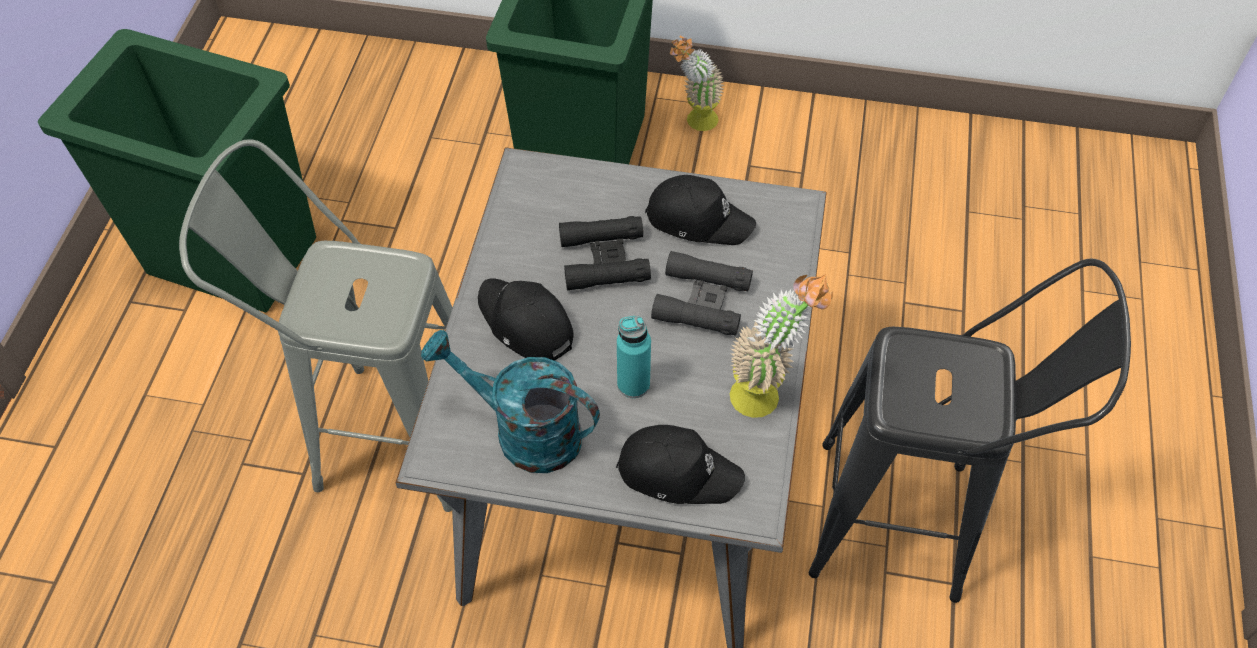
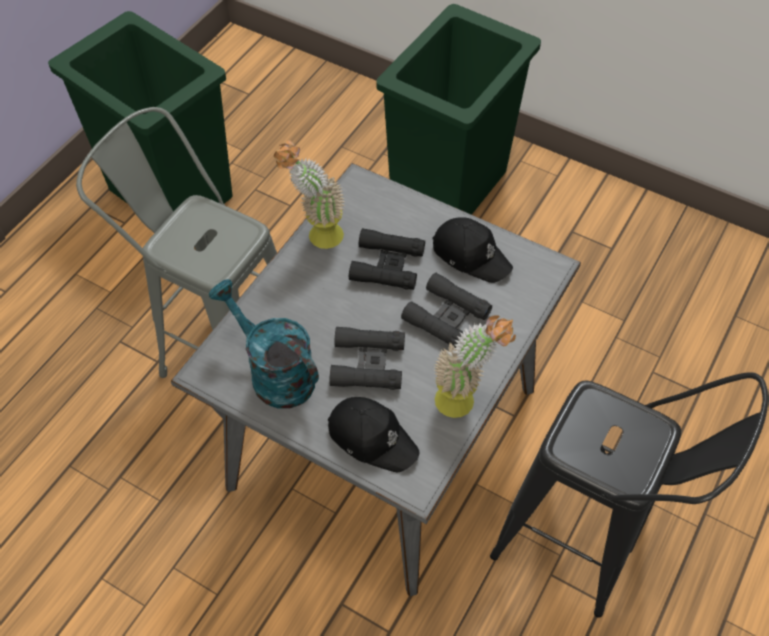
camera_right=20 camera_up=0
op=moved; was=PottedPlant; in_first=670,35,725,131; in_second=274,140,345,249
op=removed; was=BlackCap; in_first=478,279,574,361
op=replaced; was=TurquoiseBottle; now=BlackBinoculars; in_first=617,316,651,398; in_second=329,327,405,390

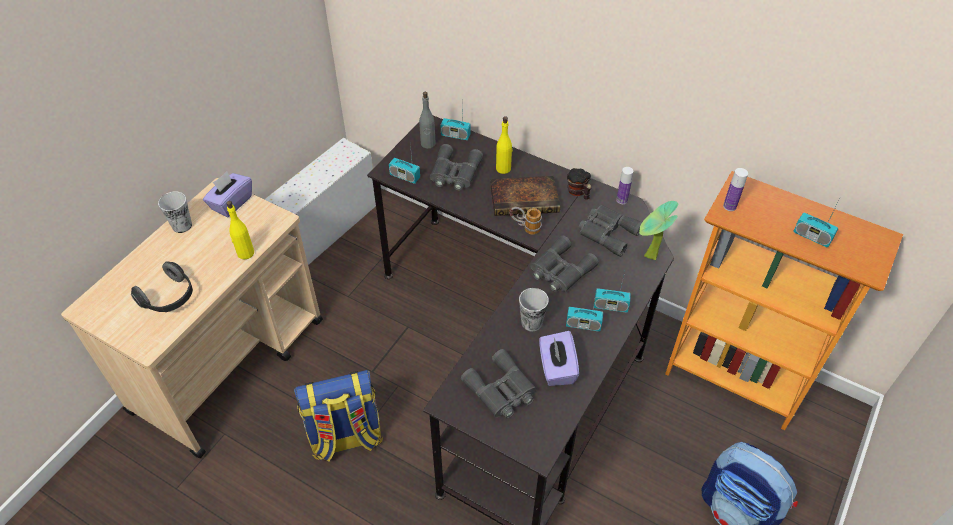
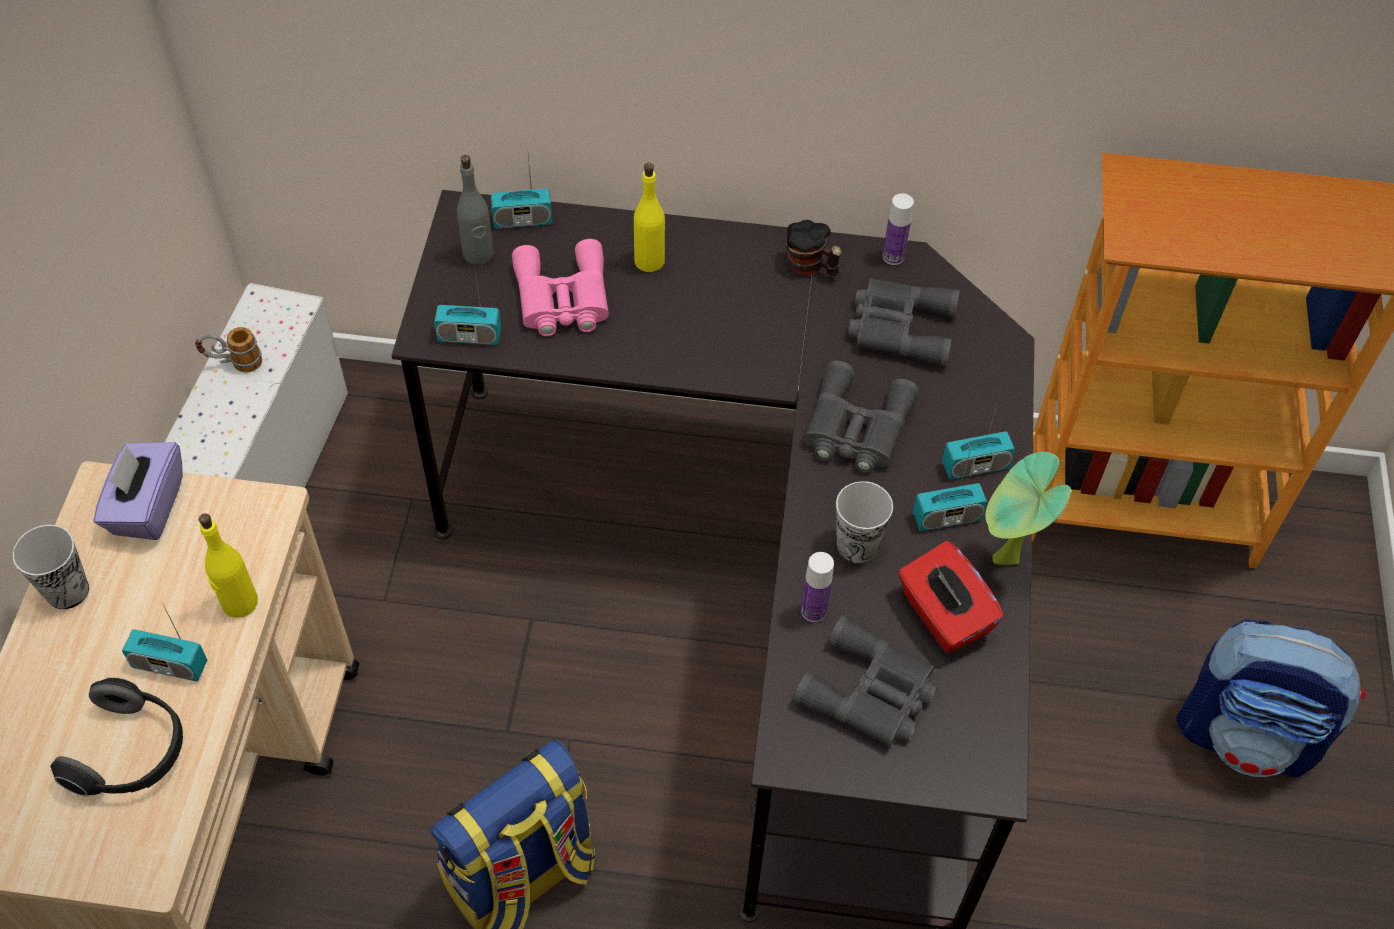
camera_right=-25 camera_up=5
op=recoloured; was=GreyBinoculars; now=PinkBinoculars; in_first=430,144,483,190; in_second=512,239,609,336
op=moved; was=Bottle; in_first=723,168,748,211; in_second=801,552,834,622
op=removed; was=Book; in_first=490,176,560,216
op=moved; was=PottedPlant; in_first=639,201,678,260; in_second=985,452,1071,565
op=moved; was=Radio; in_first=793,201,839,247; in_second=122,605,207,681
op=moved; was=Mug; in_first=509,207,542,235; in_second=195,327,262,373
op=recoloured; was=PurpleTissueBox; now=RedTissueBox; in_first=539,331,579,386; in_second=898,541,1004,653

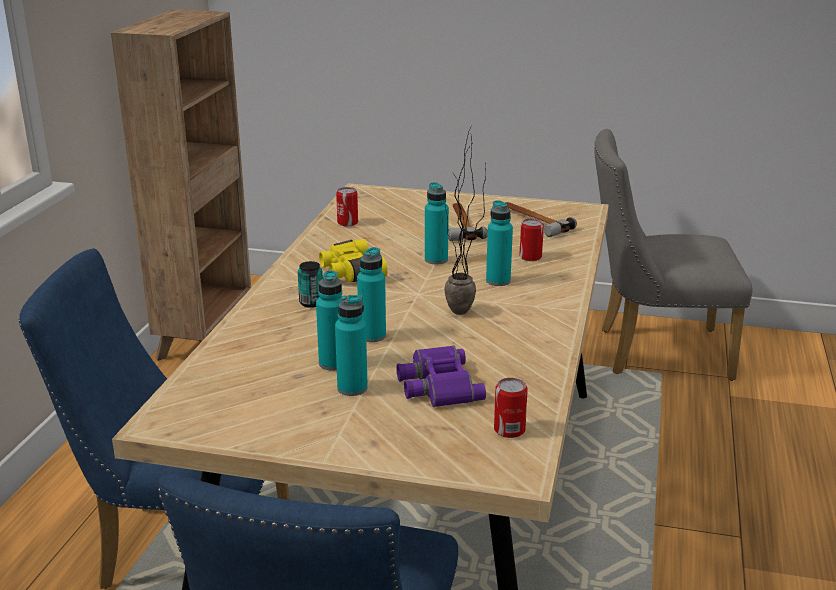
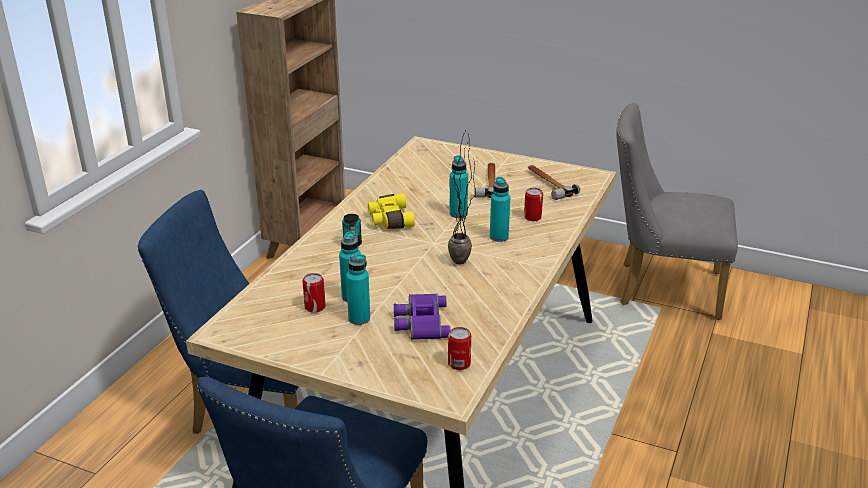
camera_right=10 camera_up=5
op=moved; was=Can; in_first=336,187,358,227; in_second=302,273,326,313
op=removed; was=TurquoiseBottle; in_first=357,247,386,342

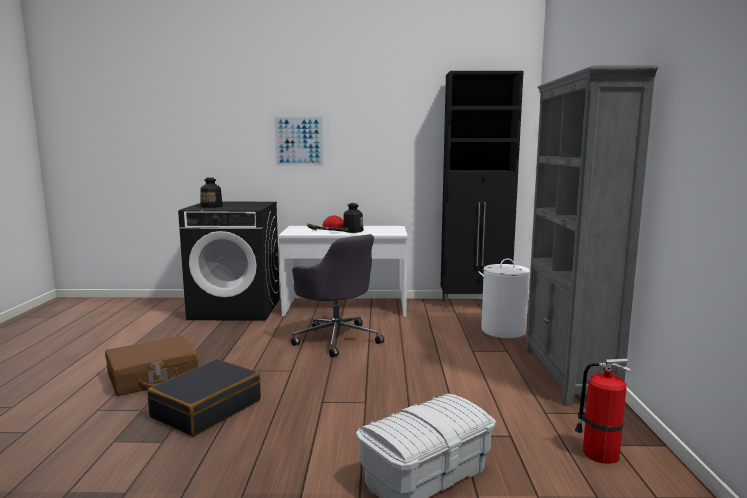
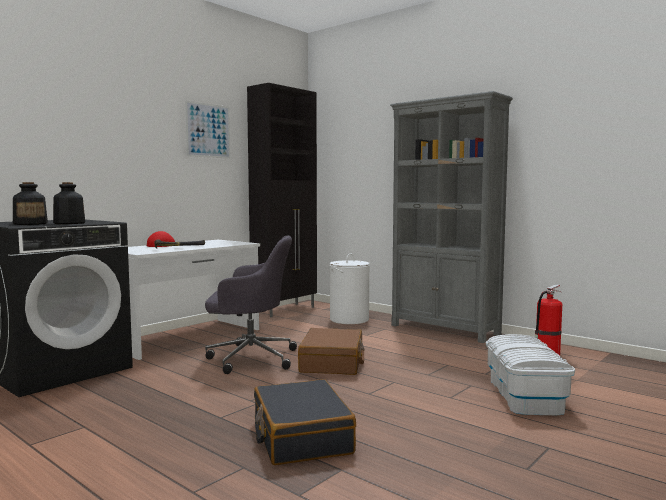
camera_right=-50 camera_up=-5
op=moved; was=Picture; in_first=274,116,324,166; in_second=185,101,230,159
op=moved; was=Bottle; in_first=343,203,364,233; in_second=53,182,85,224
op=moved; was=BrownSuitcase; in_first=105,336,198,396; in_second=298,328,364,375

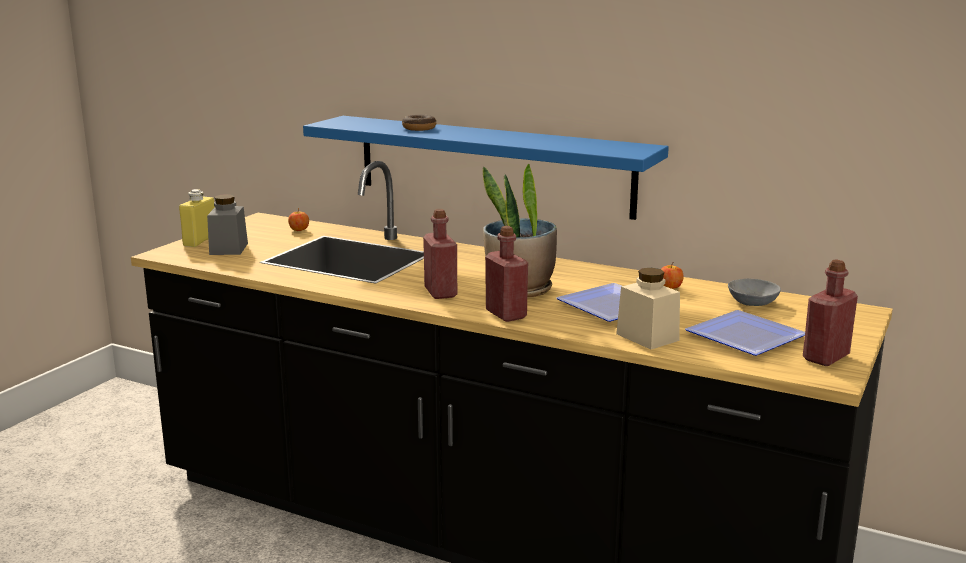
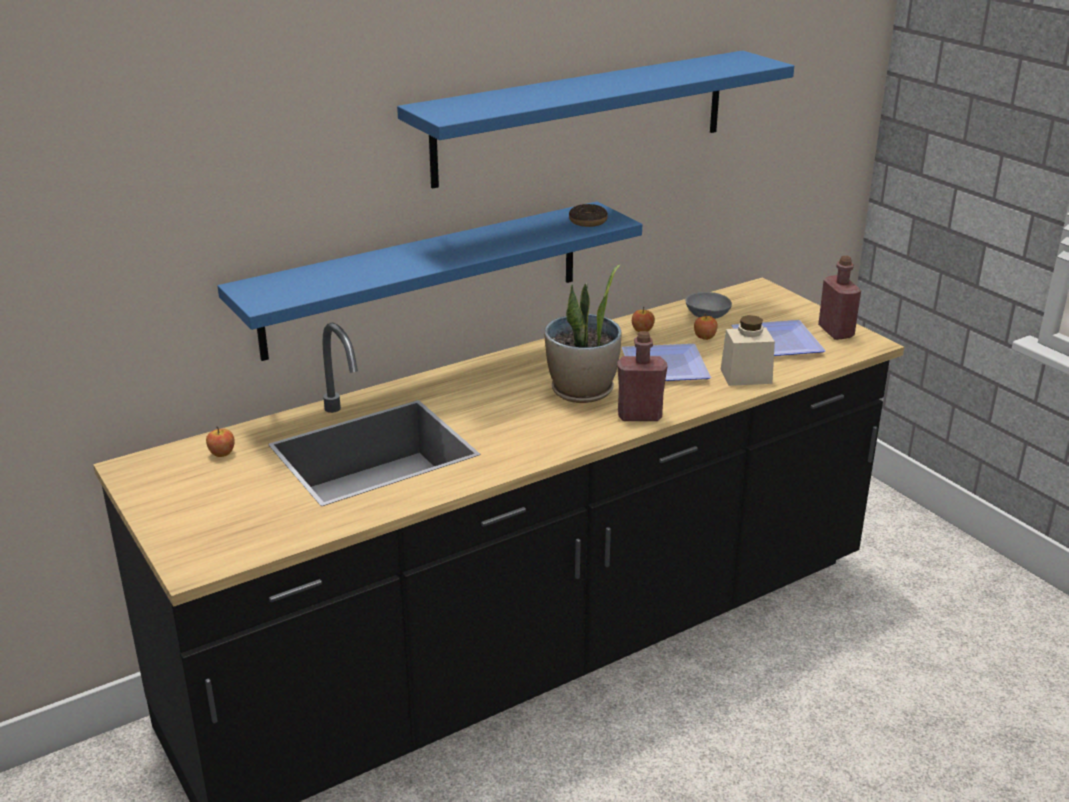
camera_right=-60 camera_up=10
op=moved; was=Donut; in_first=402,115,436,131; in_second=569,204,608,227
op=removed; was=YellowBottle; in_first=179,189,215,247
op=removed; was=GreyJar; in_first=207,194,248,255
op=removed; was=RedBottle; in_first=423,209,457,299
op=added; now=BlueShelf; in_second=397,51,794,189
op=added; now=Apple; in_second=694,314,718,340

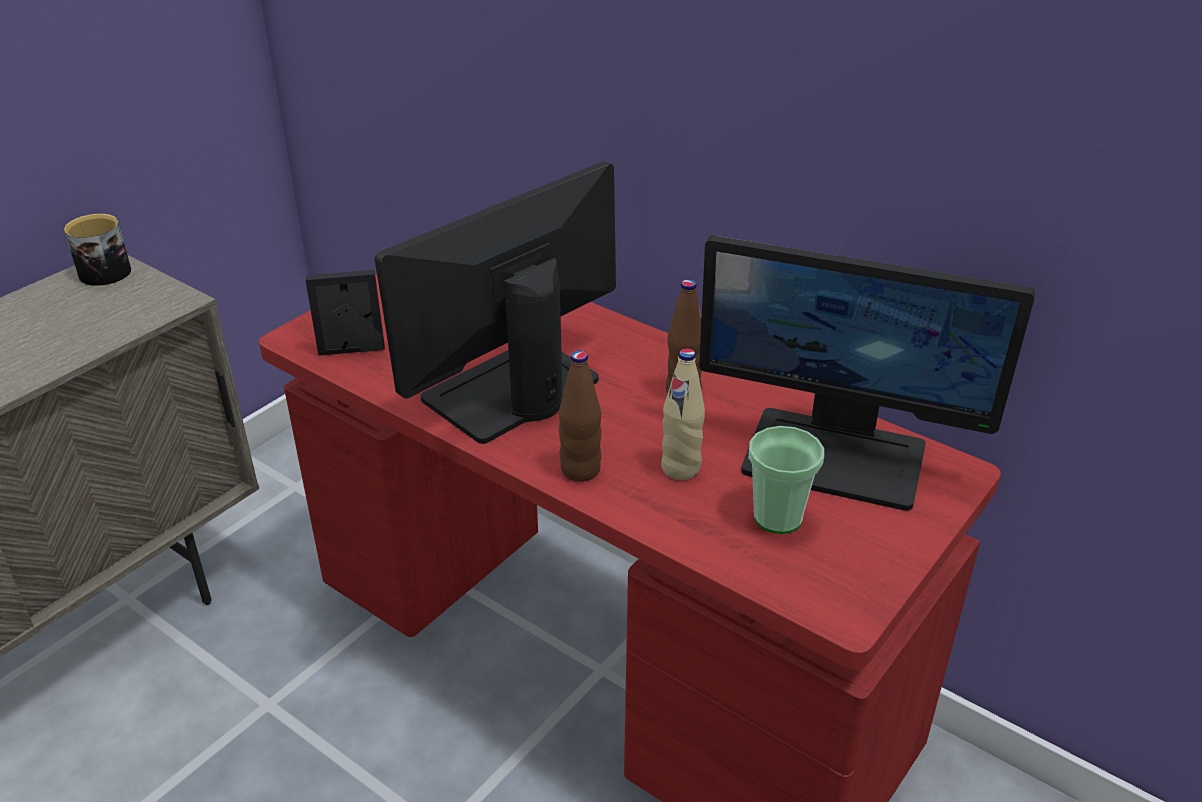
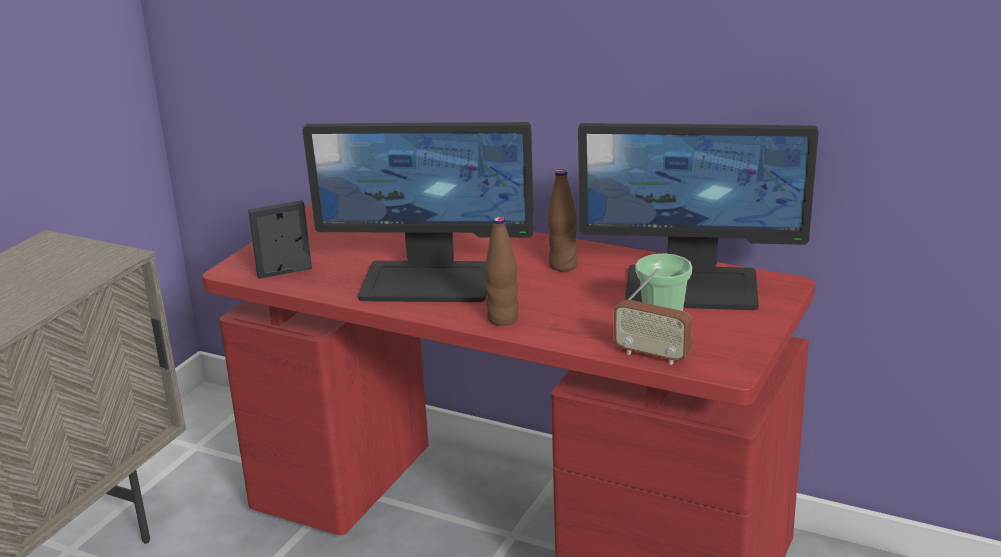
camera_right=-10 camera_up=-10
op=turned; was=Monitor; in_first=375,161,616,444; in_second=303,122,534,302; clockwise=-120
op=removed; was=Mug; in_first=64,214,131,286
op=removed; was=BeigeBottle; in_first=661,349,705,480
op=added; now=Radio; in_second=614,268,692,365

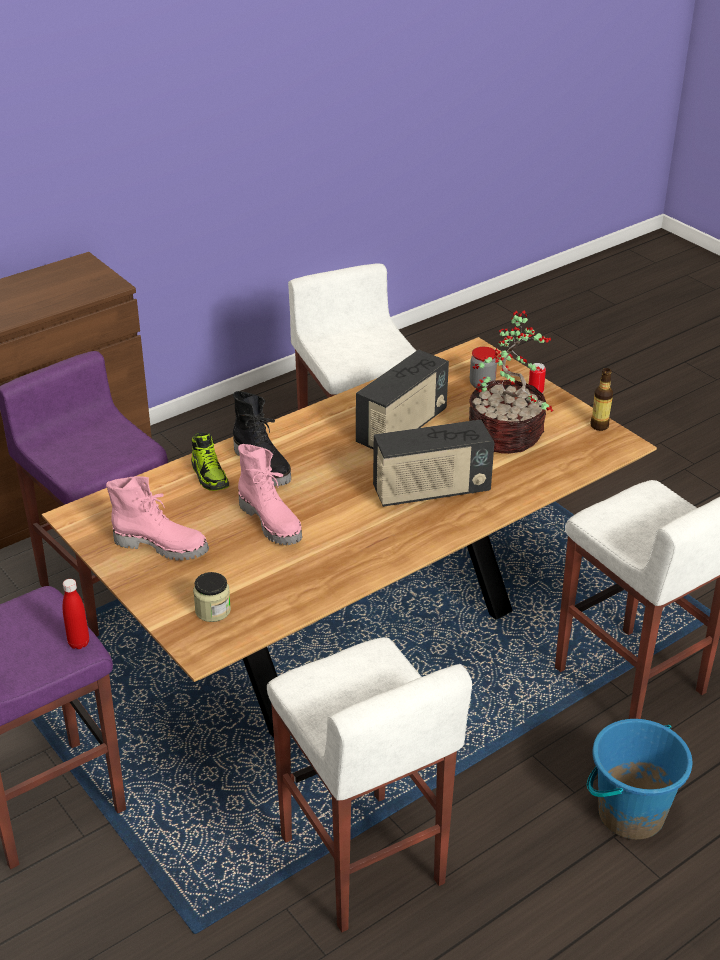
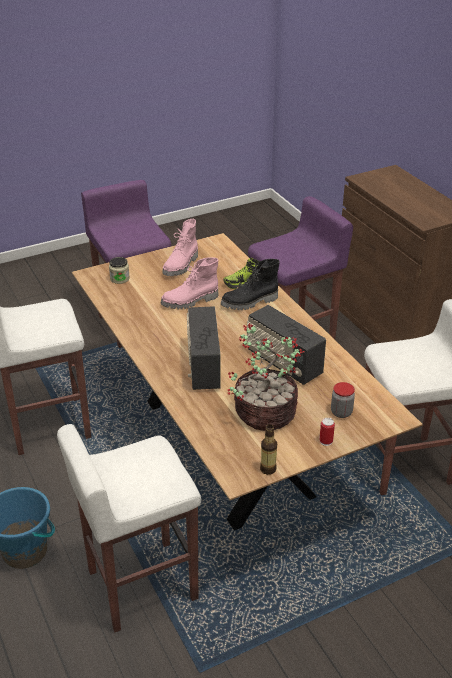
camera_right=100 camera_up=0
op=removed; was=RedBottle; in_first=63,579,89,649

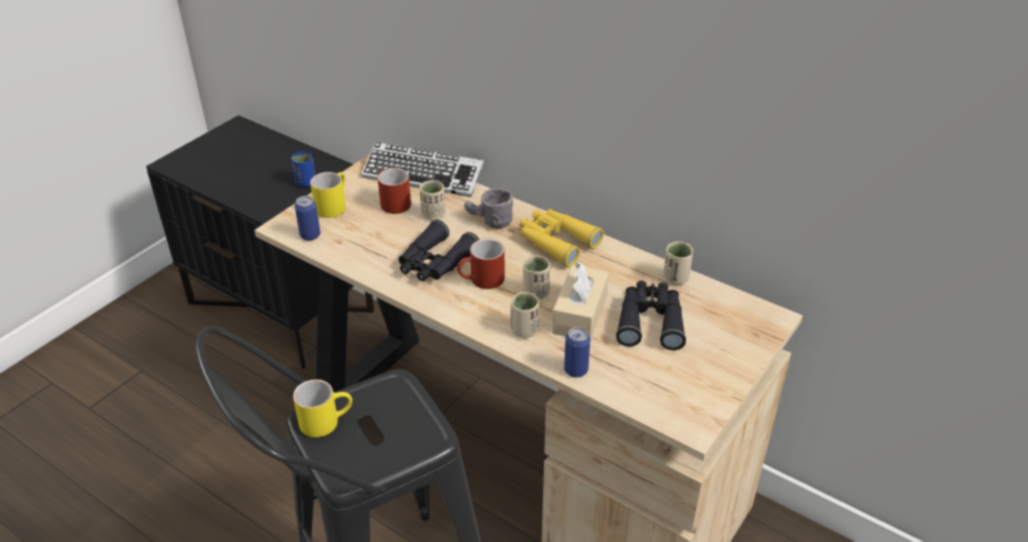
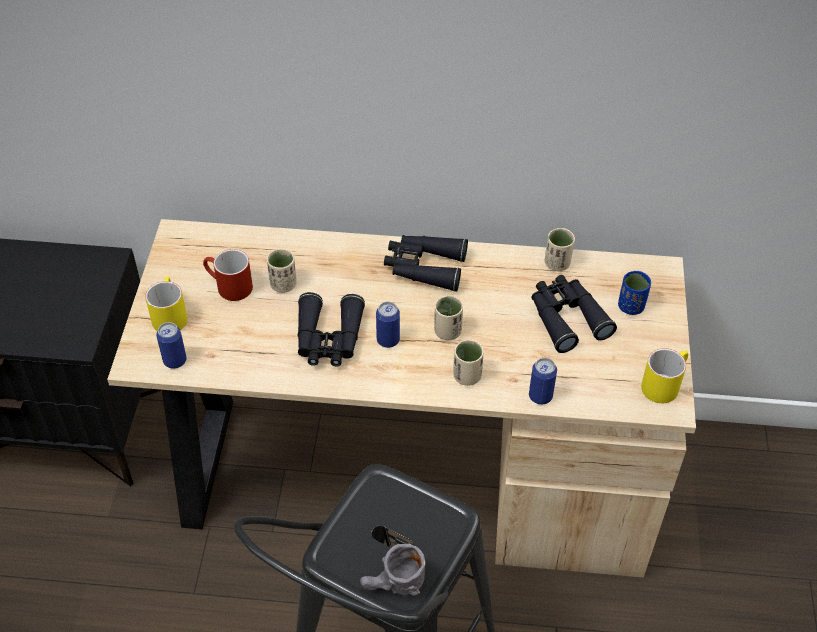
camera_right=-30 camera_up=10
op=removed; was=Keyboard; in_first=361,142,484,197
op=moved; was=BlueCup; in_first=291,151,316,187; in_second=618,271,651,315
op=moved; was=GreyMug; in_first=464,188,513,229; in_second=360,544,425,596
op=recoloured; was=YellowBinoculars; now=BlackBinoculars; in_first=519,209,604,267; in_second=384,235,468,292
op=replaced; was=RedMug; now=Can; in_first=457,239,505,289; in_second=376,302,400,348
op=removed; was=BeigeTissueBox; in_first=552,262,609,341
op=moved; was=YellowMug; in_first=293,379,352,438; in_second=641,348,688,403

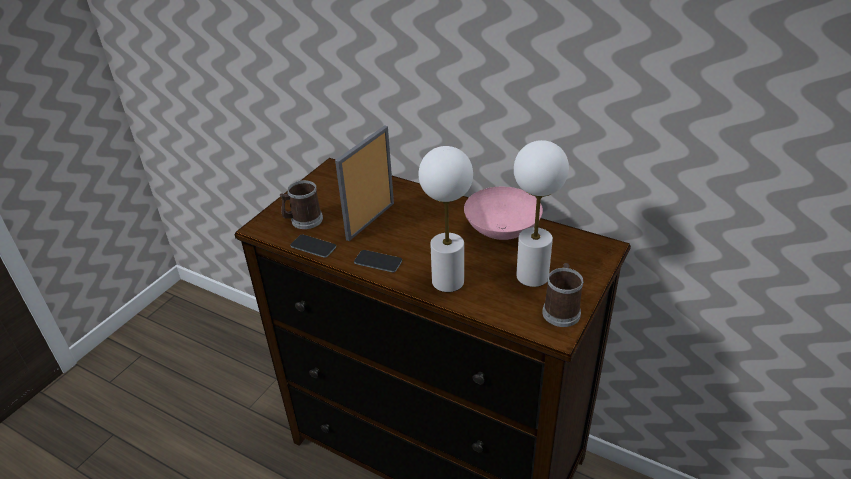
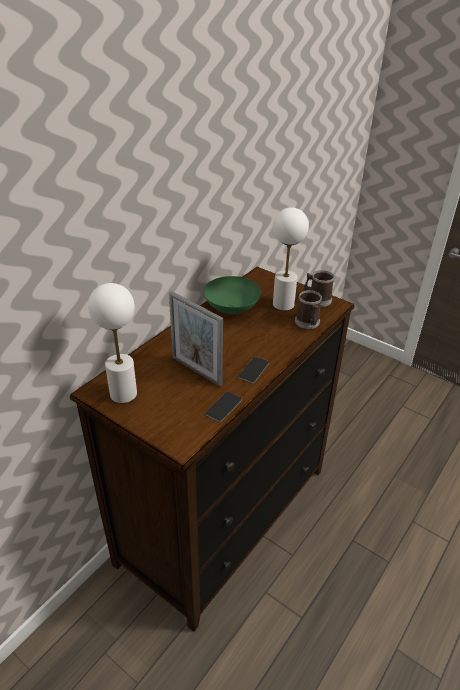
camera_right=-85 camera_up=0
op=moved; was=WhiteTableLamp; in_first=419,146,473,292; in_second=88,283,137,403
op=moved; was=Mug; in_first=280,180,323,229; in_second=295,290,322,329
op=recoloured; was=PinkBowl; now=GreenBowl; in_first=464,187,543,240; in_second=203,276,261,314

